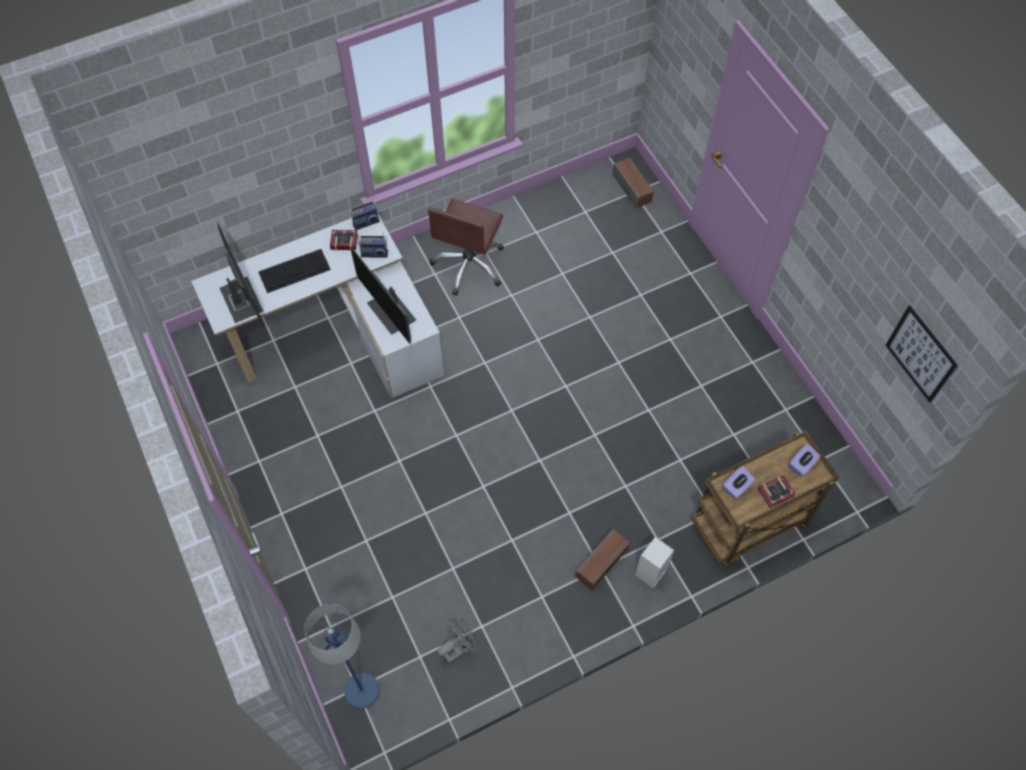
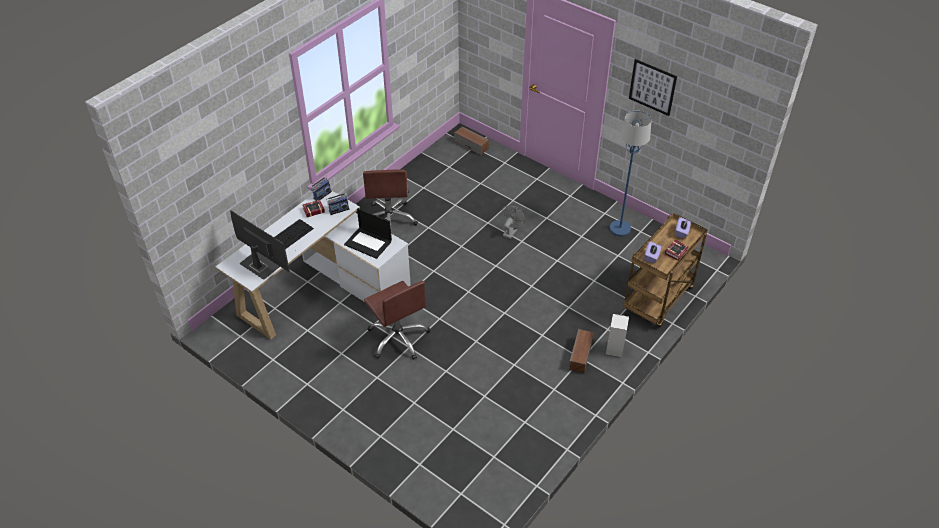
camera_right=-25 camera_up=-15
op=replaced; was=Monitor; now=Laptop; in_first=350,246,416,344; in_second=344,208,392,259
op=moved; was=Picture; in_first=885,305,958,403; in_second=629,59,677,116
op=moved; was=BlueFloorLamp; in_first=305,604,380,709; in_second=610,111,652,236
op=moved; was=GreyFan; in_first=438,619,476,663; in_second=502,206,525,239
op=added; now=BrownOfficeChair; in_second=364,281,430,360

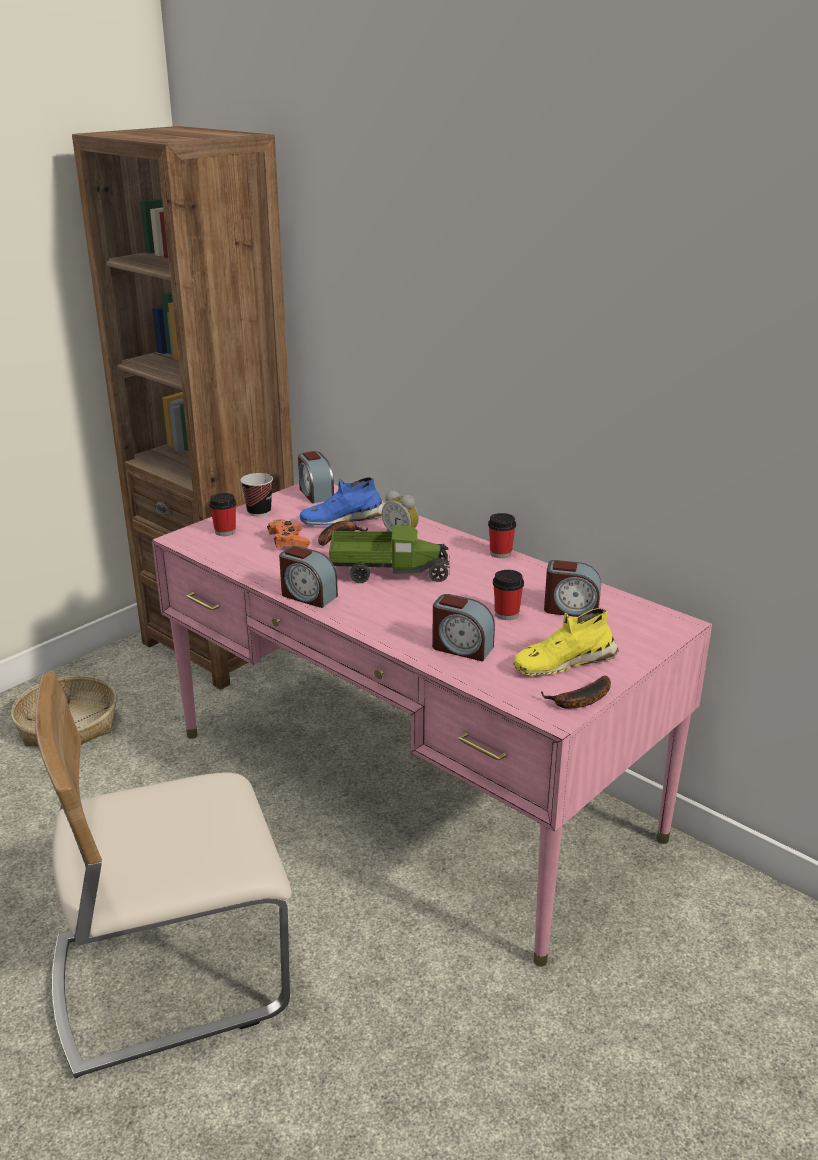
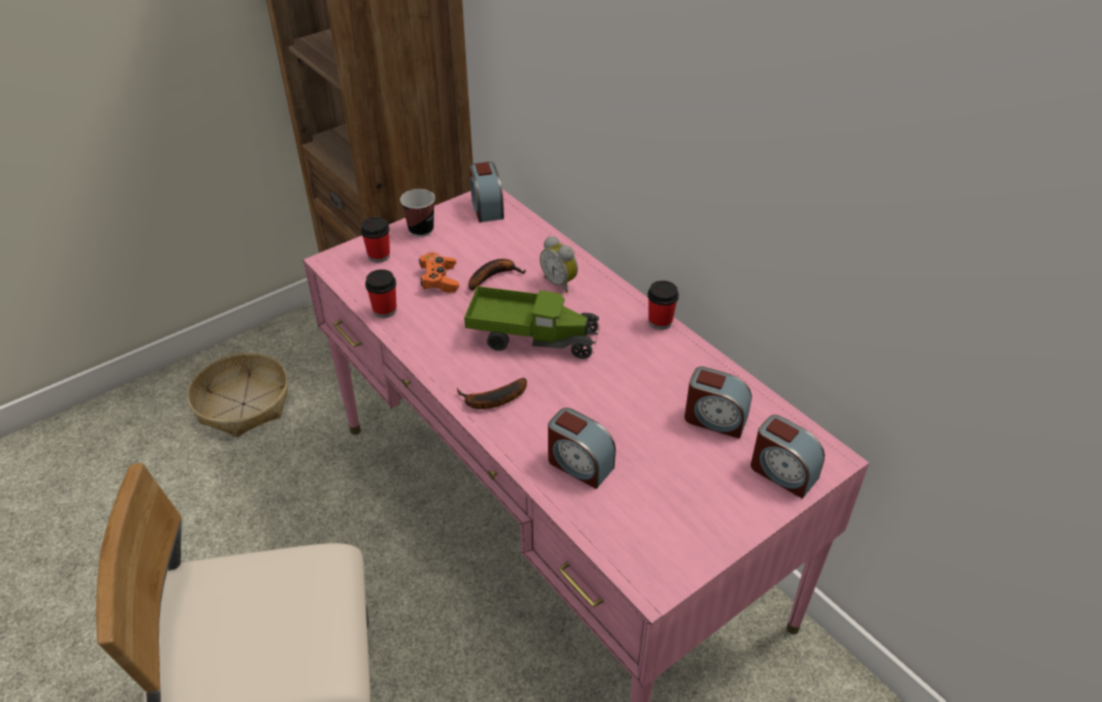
camera_right=10 camera_up=15
op=removed; was=BlueShoe; in_first=300,477,385,525
op=moved; was=AlarmClock; in_first=279,546,338,608; in_second=751,415,825,499
op=moved; was=Cup; in_first=493,570,524,620; in_second=365,269,397,318
op=removed; was=YellowShoe; in_first=513,608,619,675
op=moved; was=Banana; in_first=541,676,611,709; in_second=457,378,527,409

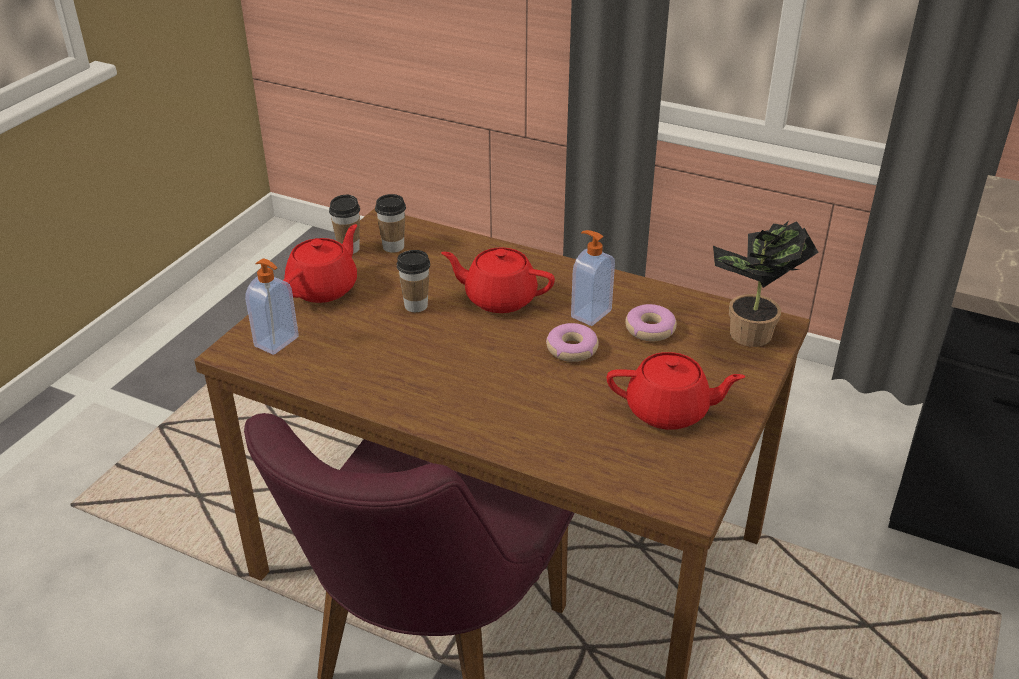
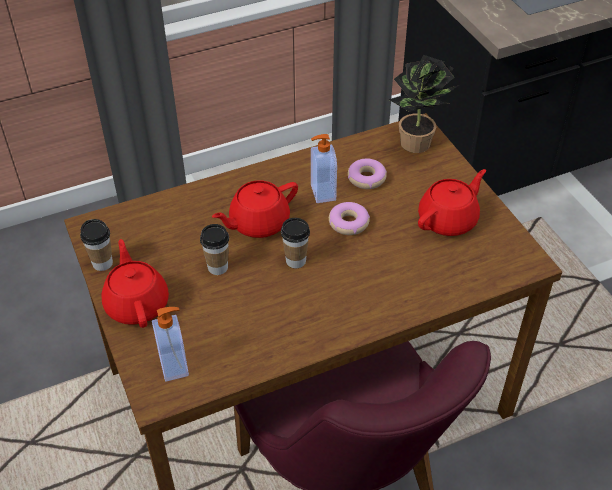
camera_right=-50 camera_up=10
op=moved; was=Cup; in_first=375,194,406,253; in_second=281,218,310,268

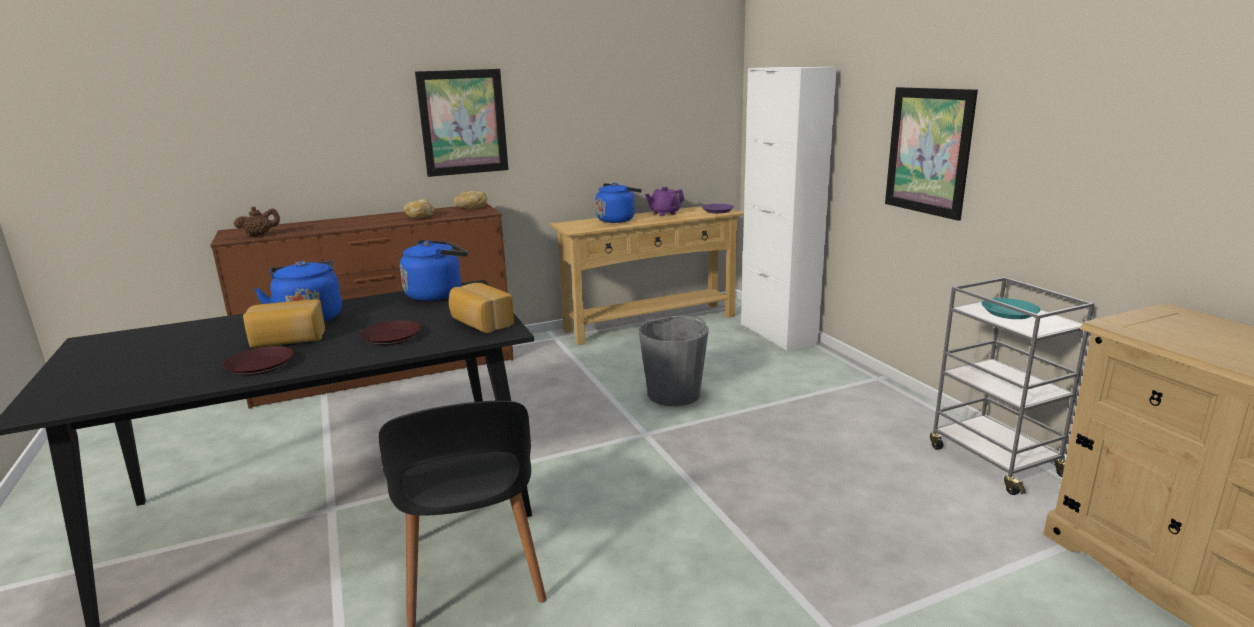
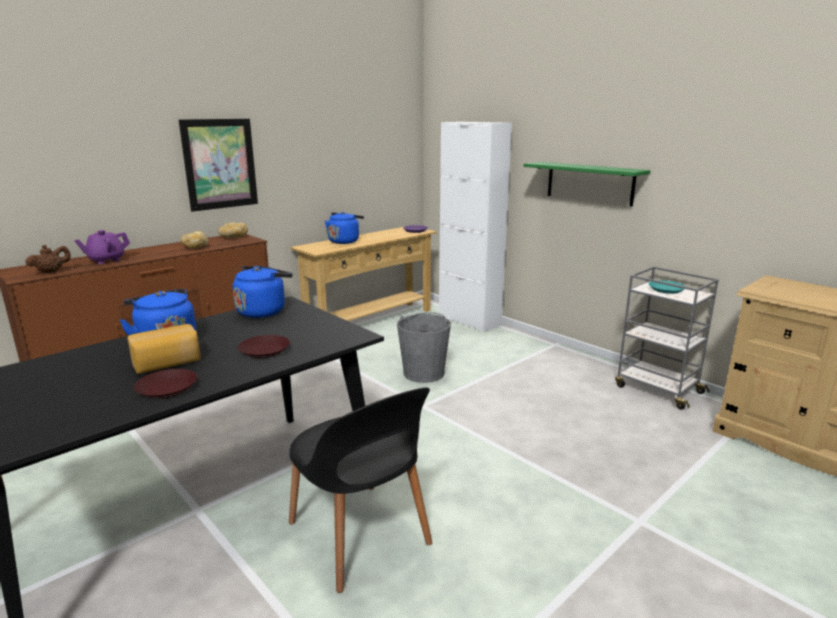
camera_right=-20 camera_up=0
op=replaced; was=Picture; now=GreenShelf; in_first=885,87,978,221; in_second=524,162,651,206
op=moved; was=PurpleTeapot; in_first=645,187,684,216; in_second=74,230,130,264
op=removed; was=Bread; in_first=449,283,514,333

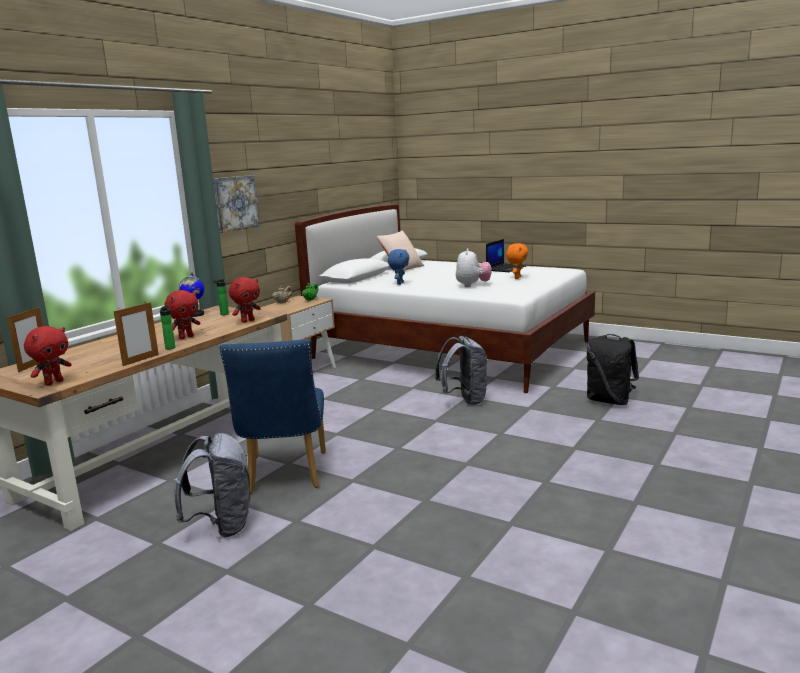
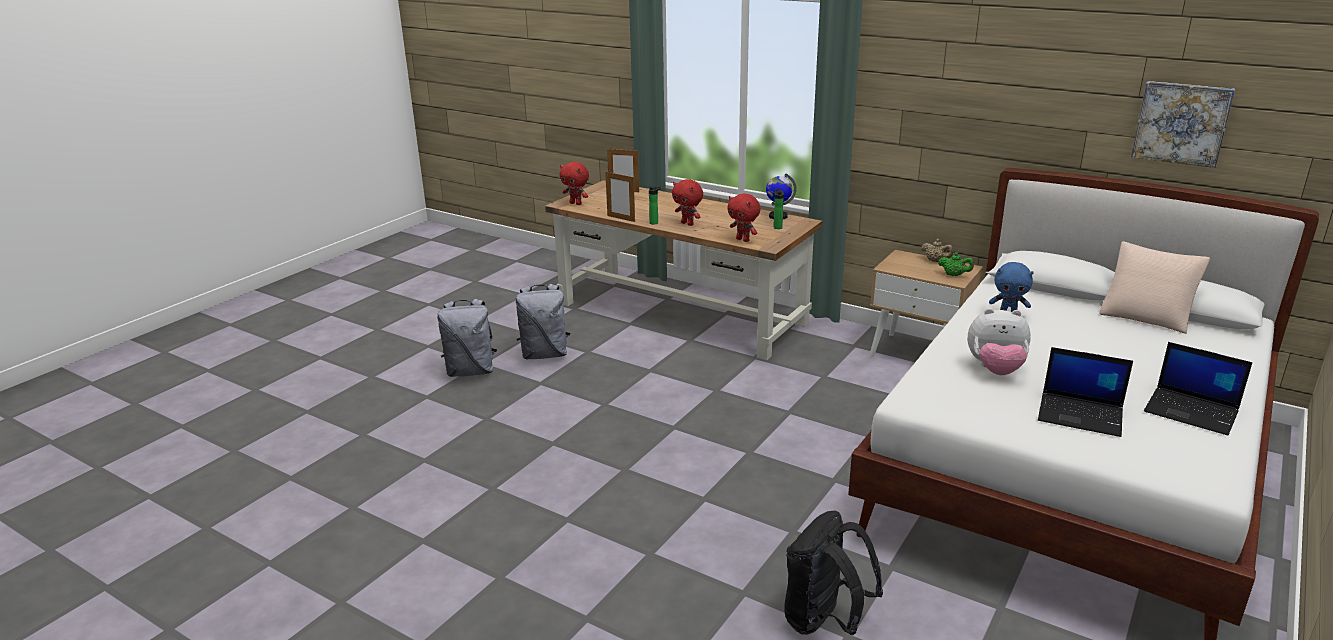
camera_right=90 camera_up=10
op=moved; was=Picture; in_first=213,175,260,233; in_second=1131,81,1235,168
op=replaced; was=OrangePlushToy; now=Laptop; in_first=506,243,528,279; in_second=1038,347,1133,437
op=moved; was=GreyBackpack; in_first=435,336,487,405; in_second=437,299,497,377
op=removed; was=BlueChair; in_first=220,339,326,494

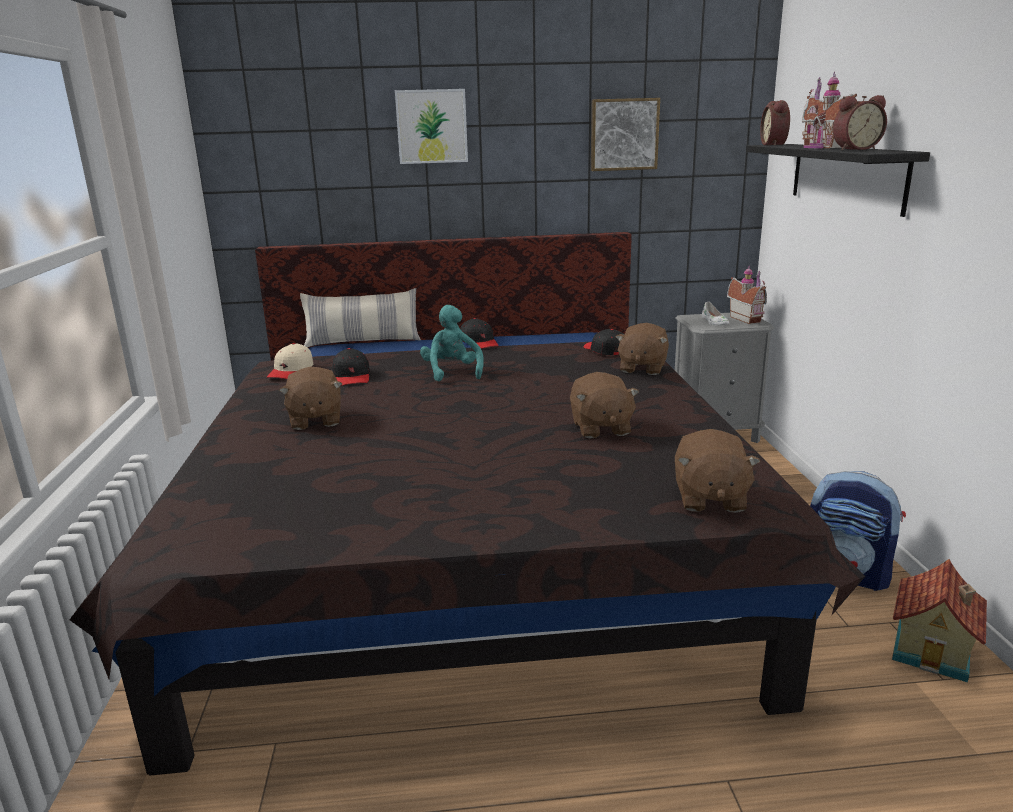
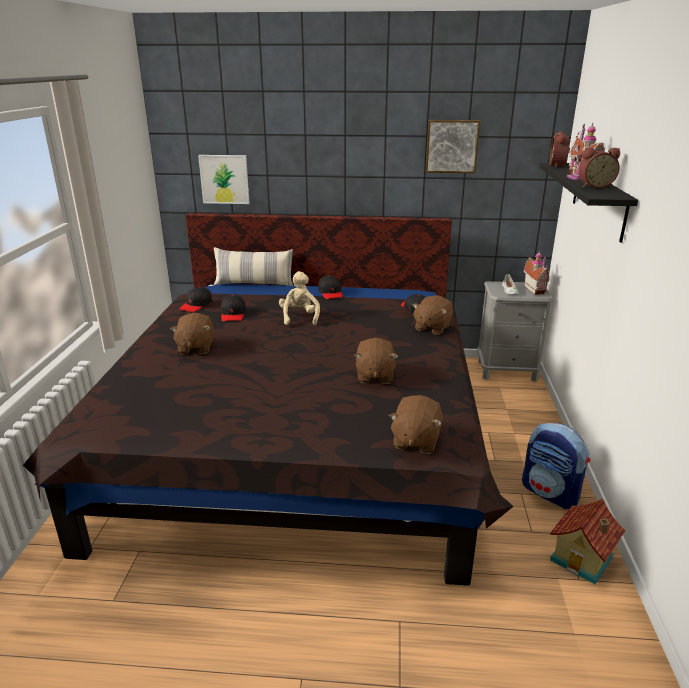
camera_right=10 camera_up=5
op=moved; was=Picture; in_first=395,89,468,164; in_second=198,155,250,204
op=recoloured; was=TurquoisePlushToy; now=BeigePlushToy; in_first=420,305,484,382; in_second=279,271,320,325
op=recoloured; was=BeigeCap; now=BlackCap; in_first=267,343,314,379; in_second=179,287,212,312

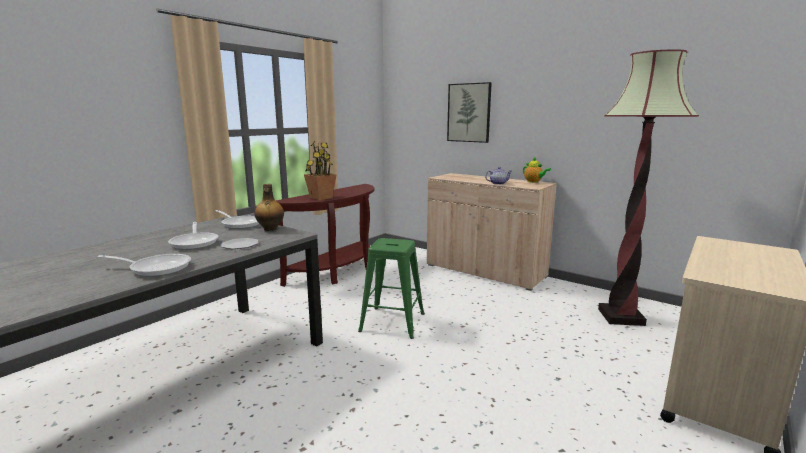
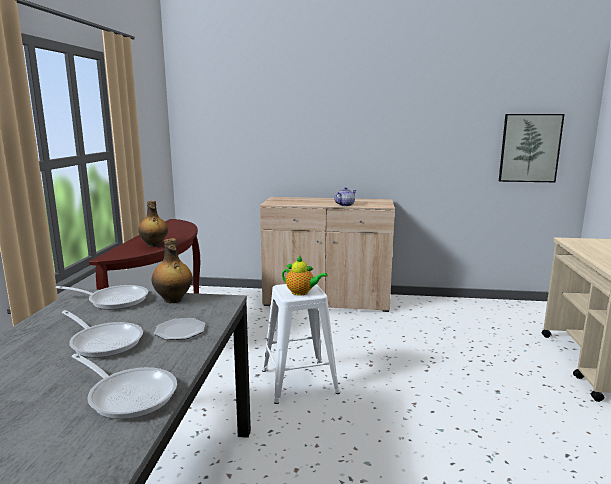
camera_right=-30 camera_up=0
op=removed; was=FloorLamp; in_first=598,49,699,326
op=moved; was=Picture; in_first=447,82,492,143; in_second=499,114,565,182
op=replaced; was=PottedPlant; now=Bottle; in_first=304,141,337,200; in_second=138,201,168,247
op=moved; was=Teapot; in_first=523,157,551,183; in_second=282,256,328,296
op=recoloured; was=GreenStool; now=WhiteStool; in_first=358,238,425,339; in_second=262,284,340,404
op=turned; was=FryingPan; in_first=98,254,191,277; in_second=71,353,177,419; clockwise=60

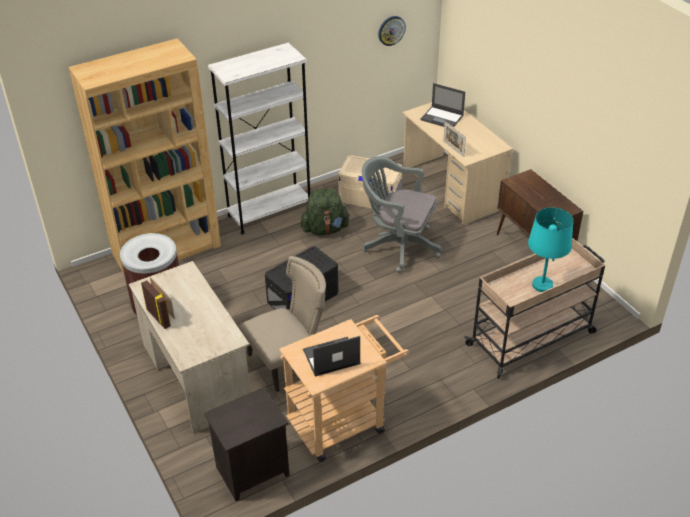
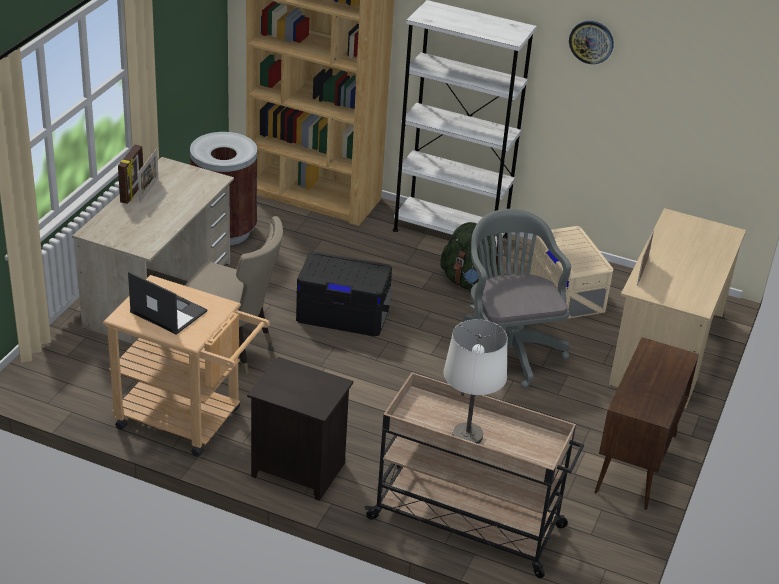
camera_right=50 camera_up=-5
op=moved; was=WallClock; in_first=378,16,406,46; in_second=569,21,614,64
op=removed; was=Laptop; in_first=420,83,465,127
op=recoloured; was=TurquoiseTableLamp; now=WhiteTableLamp; in_first=528,207,573,292; in_second=443,319,508,444
op=moved; was=BlackNightstand; in_first=204,387,290,501; in_second=247,357,353,501

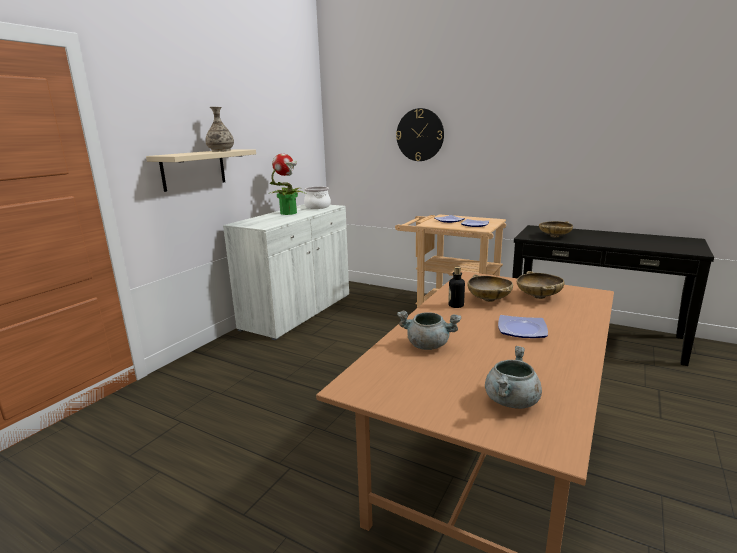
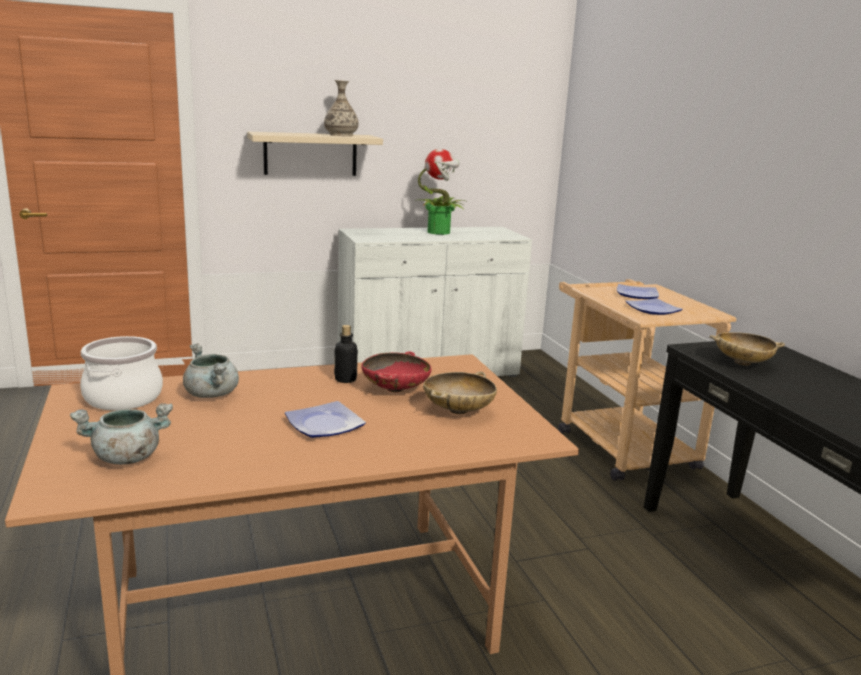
camera_right=40 camera_up=0
op=removed; was=WallClock; in_first=396,108,444,161
op=moved; was=CookingPot; in_first=304,187,331,209; in_second=80,336,163,410
op=recoloured; was=BeigeBowl; now=RedBowl; in_first=467,274,513,302; in_second=361,352,431,392

